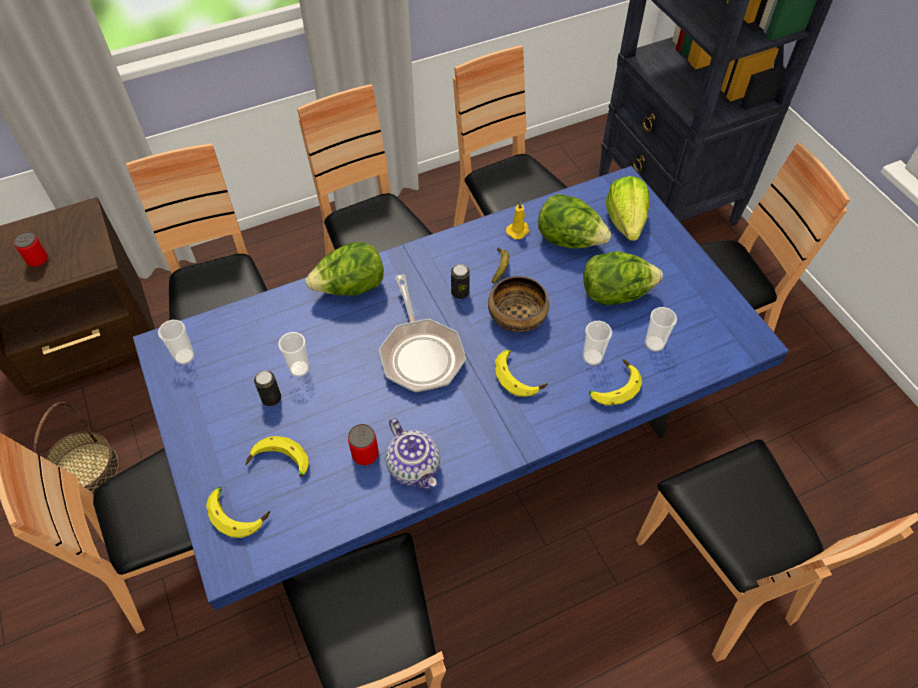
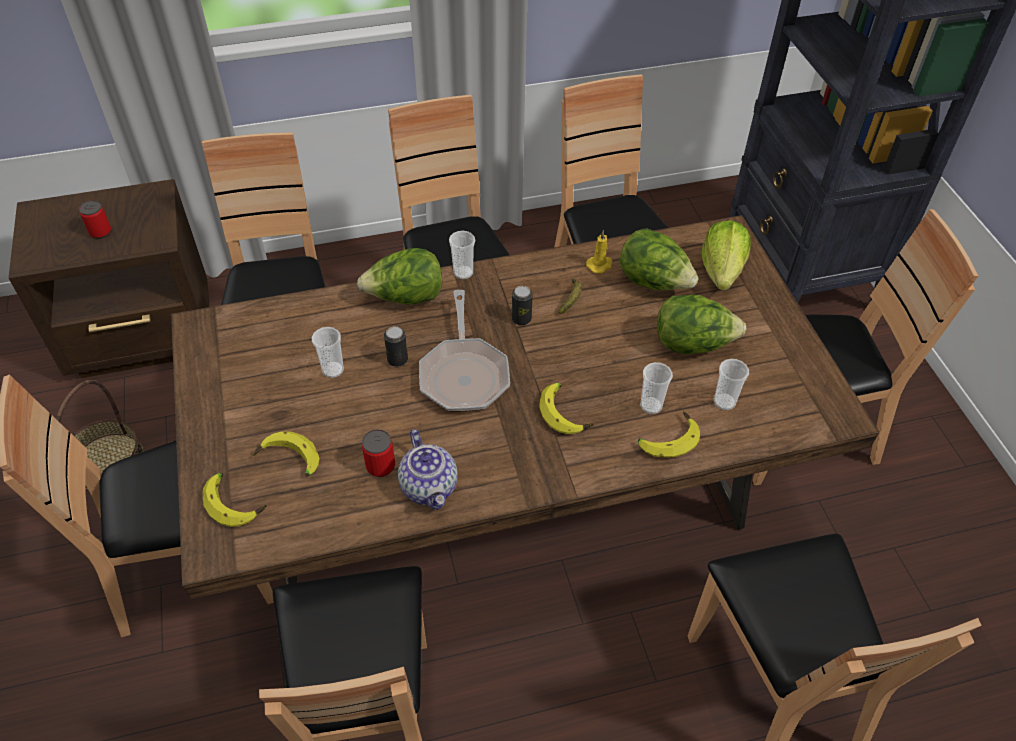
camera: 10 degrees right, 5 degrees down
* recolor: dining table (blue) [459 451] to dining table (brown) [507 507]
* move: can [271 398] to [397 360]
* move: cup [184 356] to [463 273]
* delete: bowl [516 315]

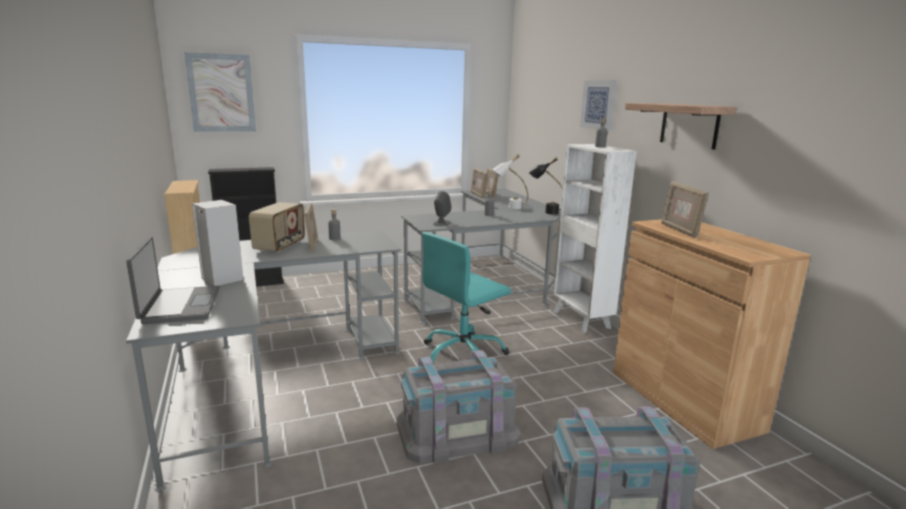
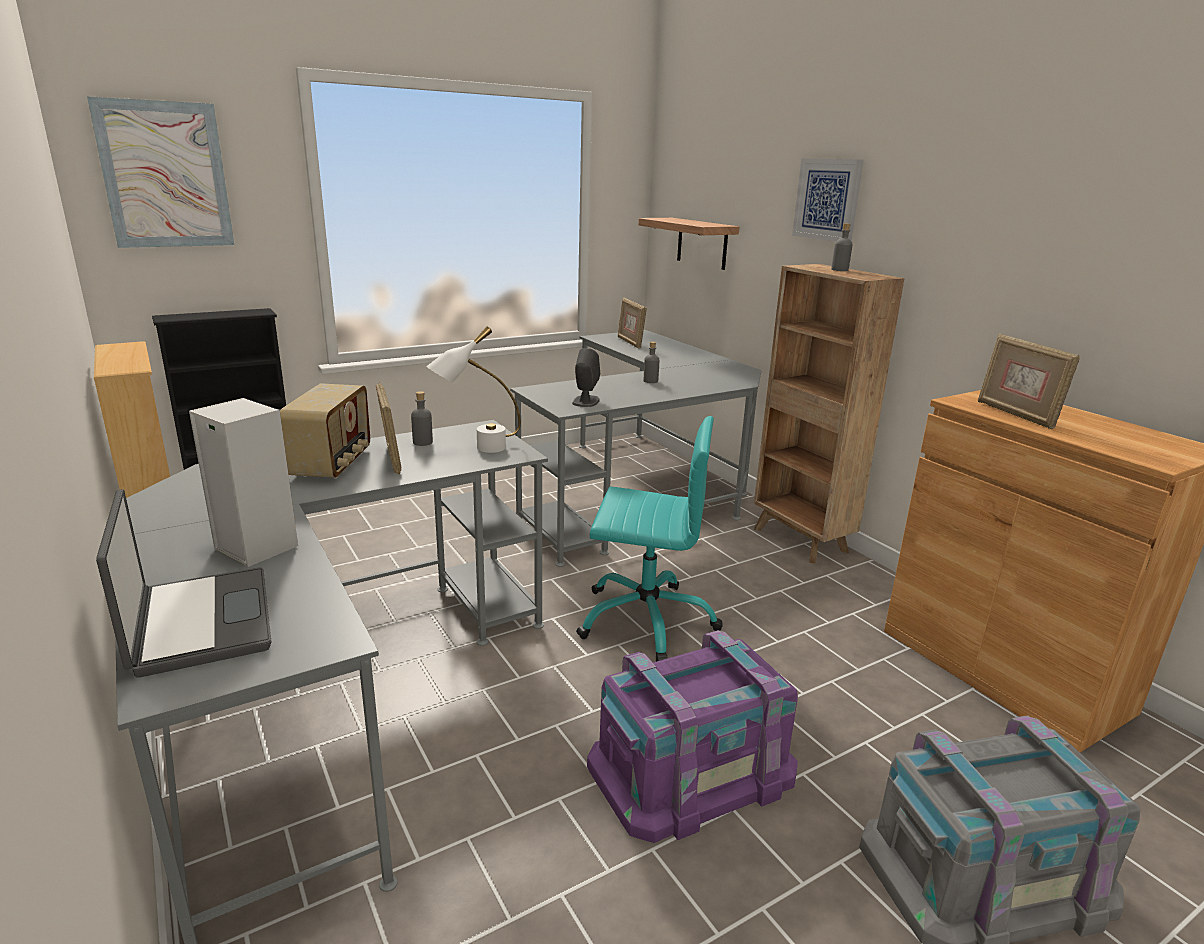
camera: 10 degrees left, 5 degrees up
* move: table lamp (white) [509 208] to [477 449]
* rotate: office chair (turquoise) [463 355] = [646 619] 120 degrees counterclockwise
* recolor: storage box (grey) [457 432] to storage box (purple) [692 770]
* move: shelf [689 125] to [702 243]
* recolor: bookcase (white) [582 320] to bookcase (brown) [801 541]
* delete: picture frame [478 195]
* delete: table lamp (black) [545 212]

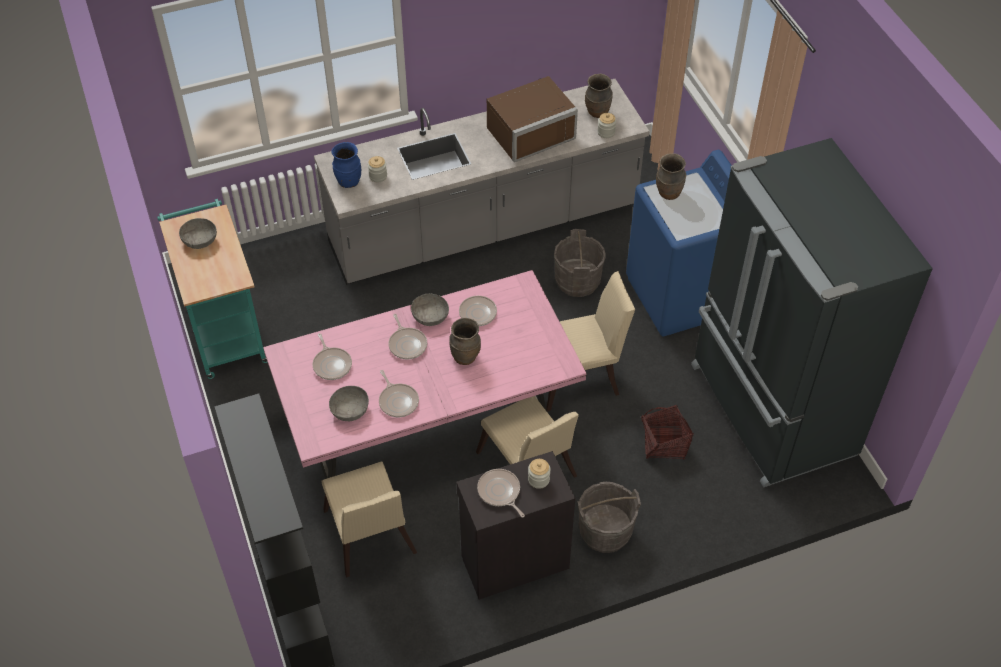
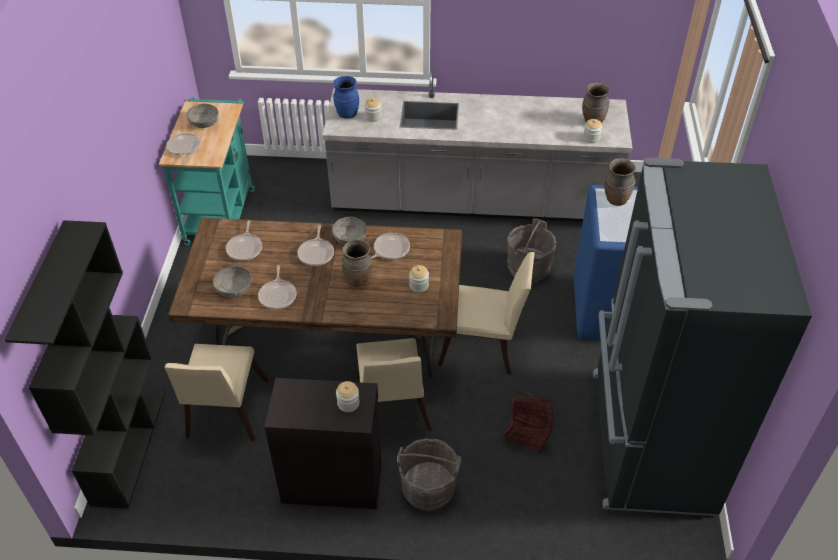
camera: 25 degrees right, 5 degrees down
* move: frying pan [500 492] to [184 148]
* recolor: dining table (pink) [429 426] to dining table (brown) [330 341]
* insert: jar [419 286]
* delete: microwave (brown) [528 131]

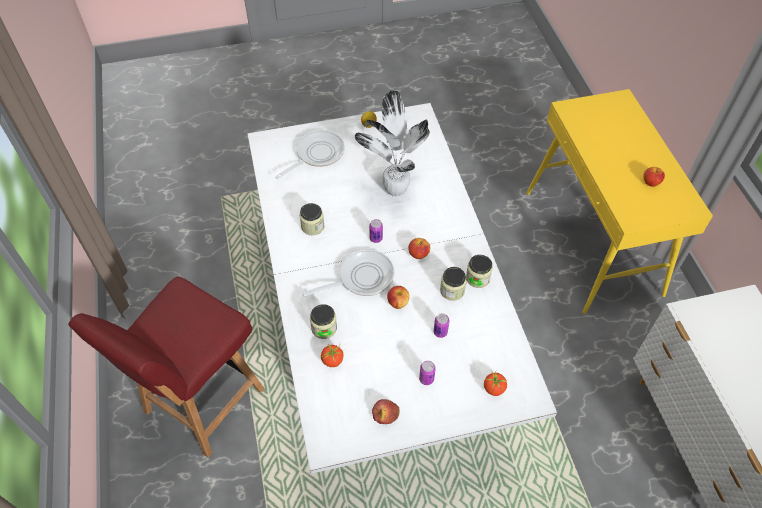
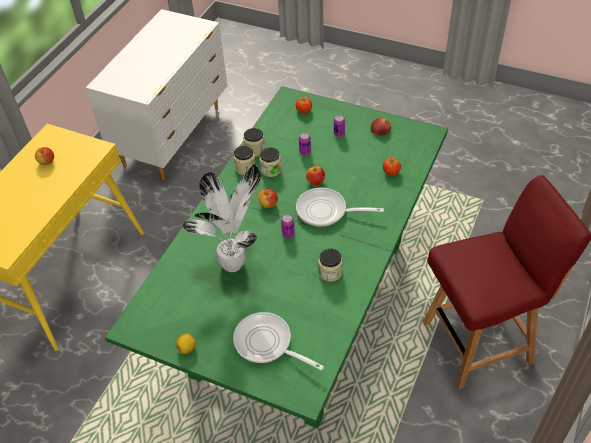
camera: 140 degrees left, 5 degrees down
* recolor: dining table (white) [380 333] to dining table (green) [300 309]
* rotate: frying pan [317 154] = [267 344] 45 degrees clockwise
* move: jar [324 328] to [255 150]

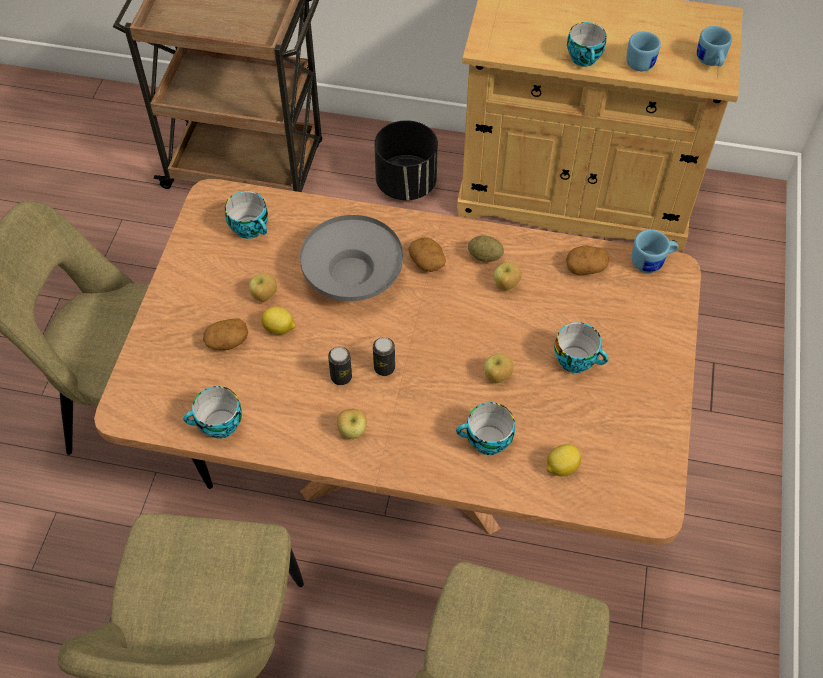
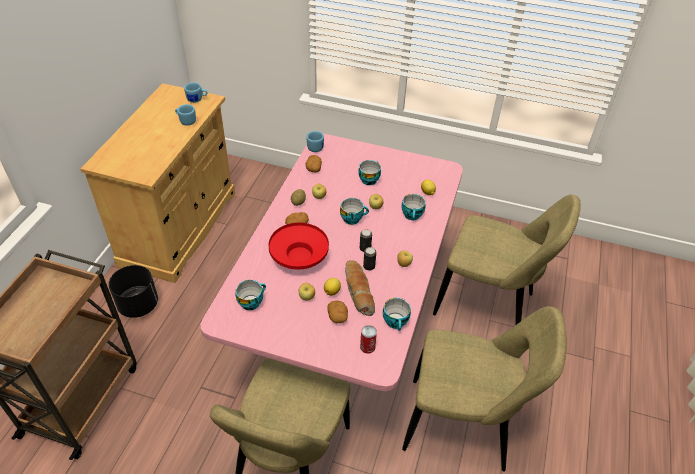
camera: 85 degrees left, 10 degrees down
* recolor: dining table (brown) [411 461] to dining table (pink) [343 323]
* recolor: bowl (grey) [352 275] to bowl (red) [299 256]
* move: cup [585 59] to [352 218]
* insert: bread [358 292]
* insert: can [367 347]

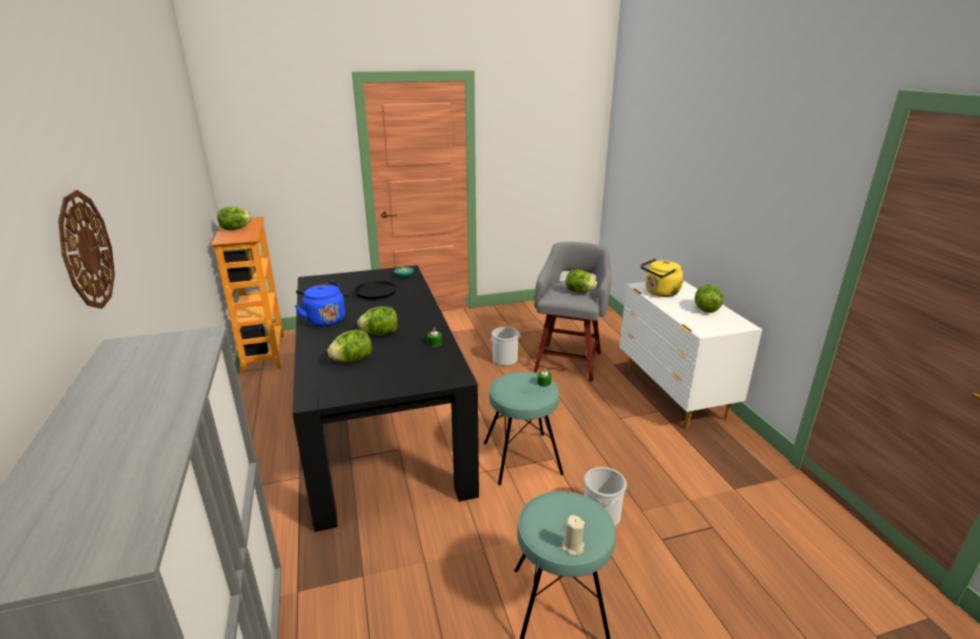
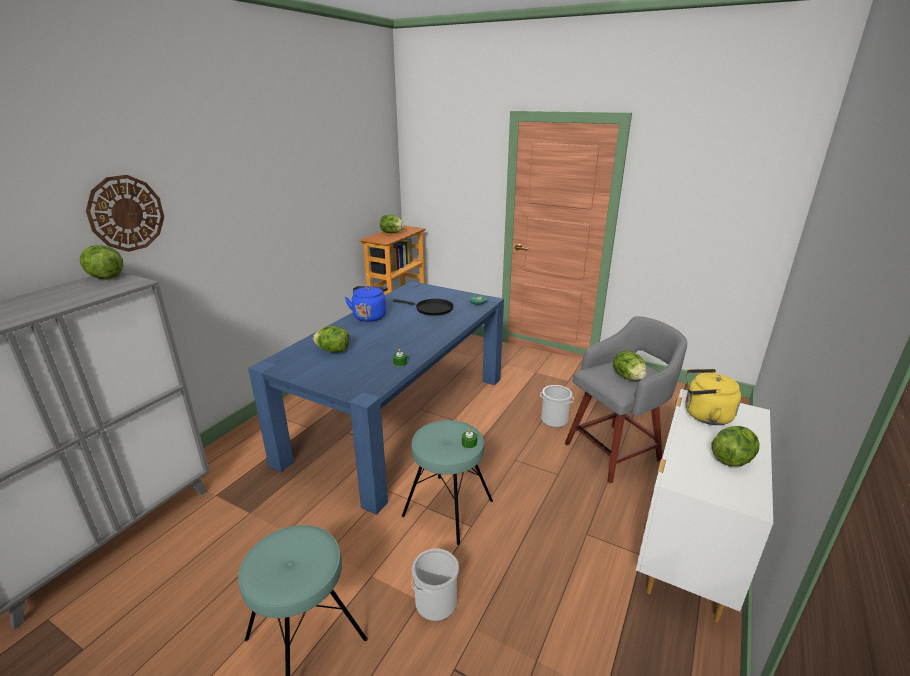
camera: 45 degrees right, 0 degrees up
* move: lettuce [380 334] to [105 277]
* recolor: dining table (black) [381 419] to dining table (blue) [399 417]
* delete: candle (beige) [572 547]

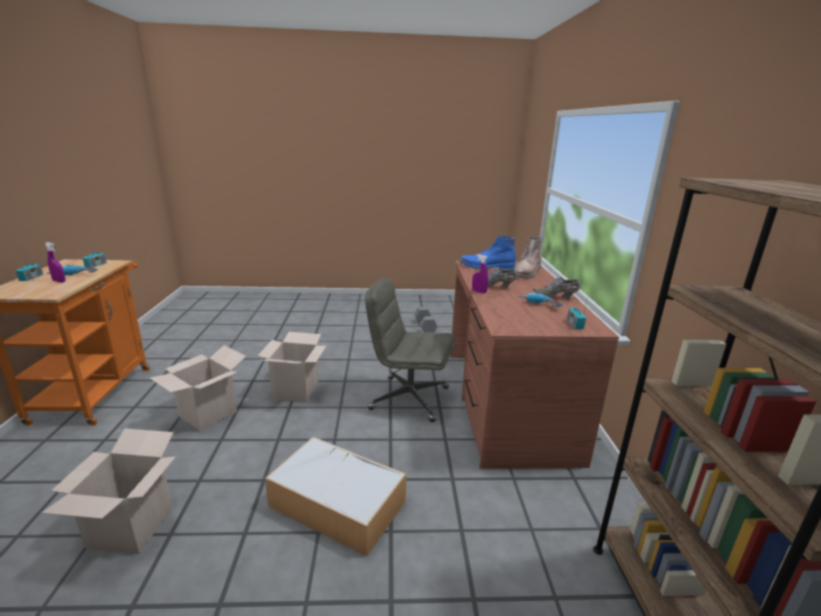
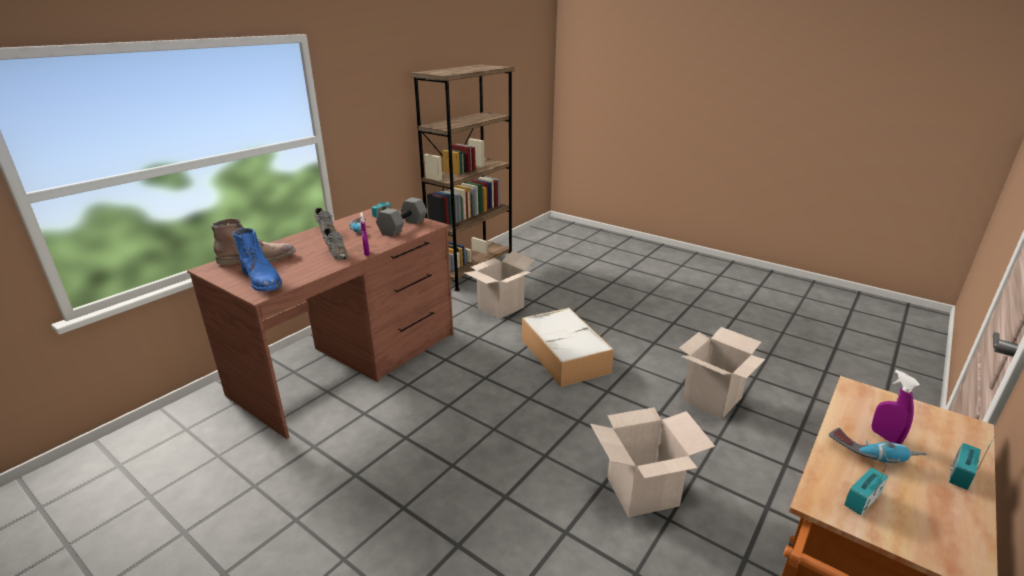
camera: 140 degrees left, 5 degrees up
* move: dumbbell (grey) [424 326] to [403 227]
* move: cardboard box [296 390] to [500 307]
* delete: office chair (grey) [408 398]

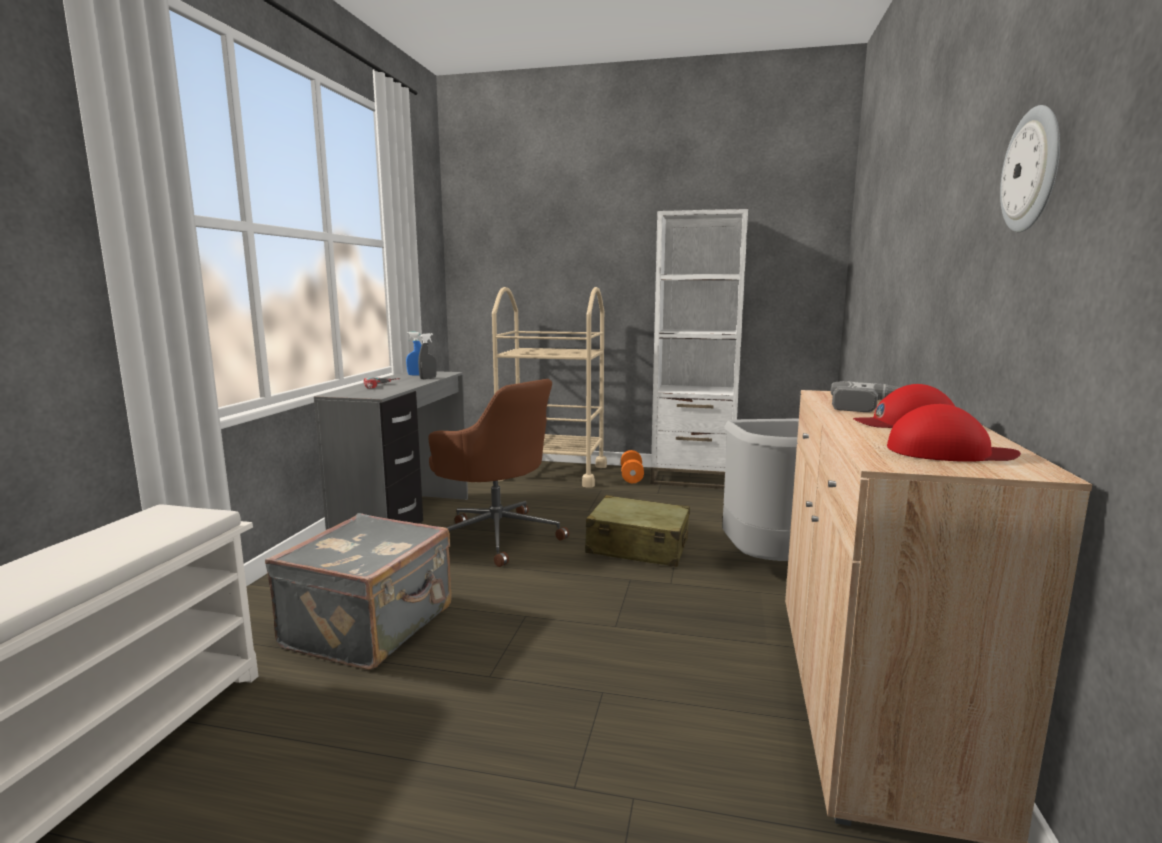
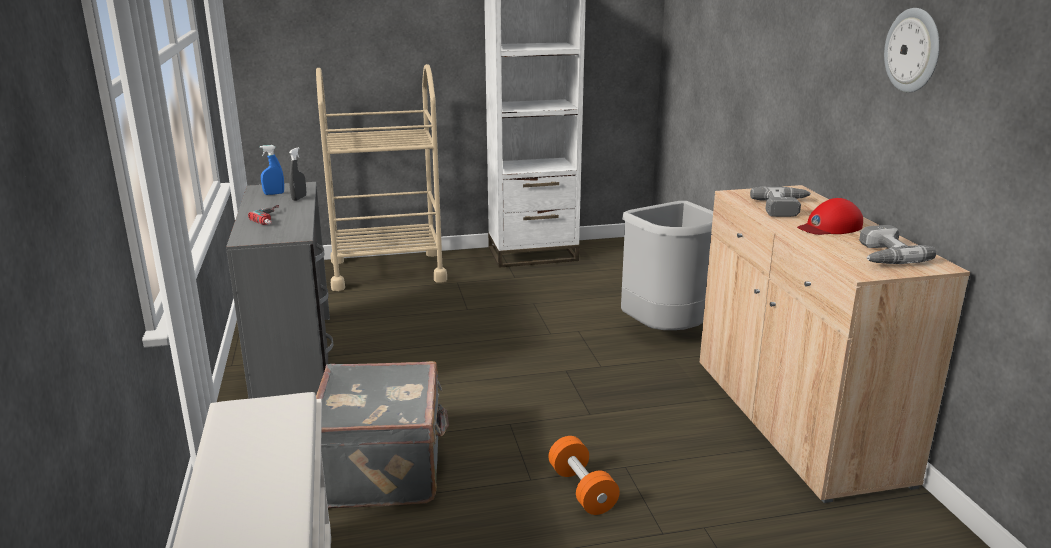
camera: 25 degrees left, 10 degrees up
* move: dumbbell (orange) [631 476] to [582 490]
* replace: cap (red) [948 452] to power drill [882 255]
* delete: office chair (brown) [497 536]
* delete: suitcase (beige) [638 547]

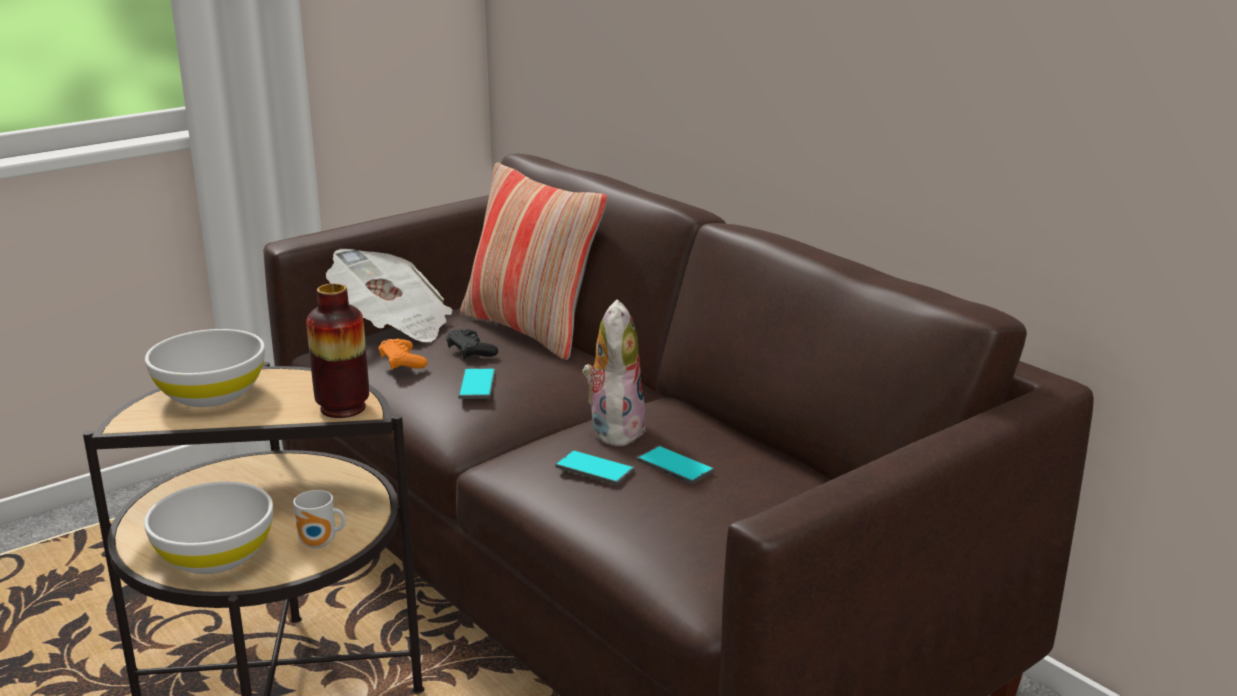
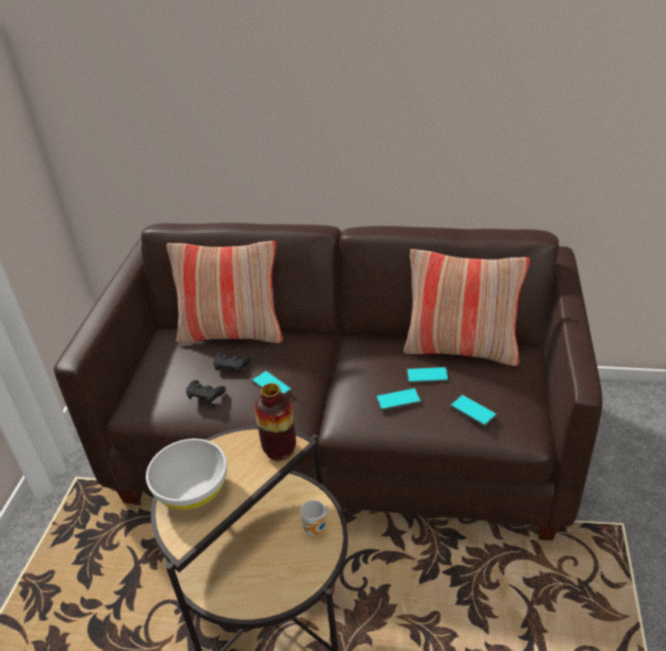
camera: 40 degrees left, 15 degrees up
* recolor: game controller (orange) [402 361] to game controller (black) [205 394]
* insert: pillow [461 349]
* insert: phone [472 410]
* delete: bowl (white) [216 556]
* delete: newspaper [393 325]
* delete: plush toy [614 429]

